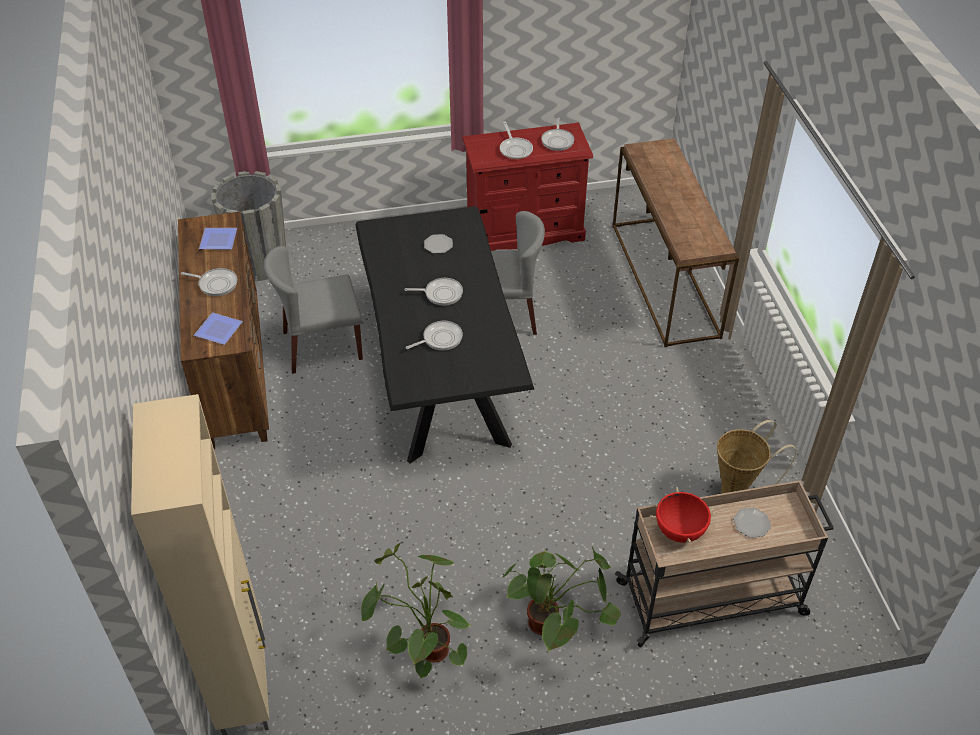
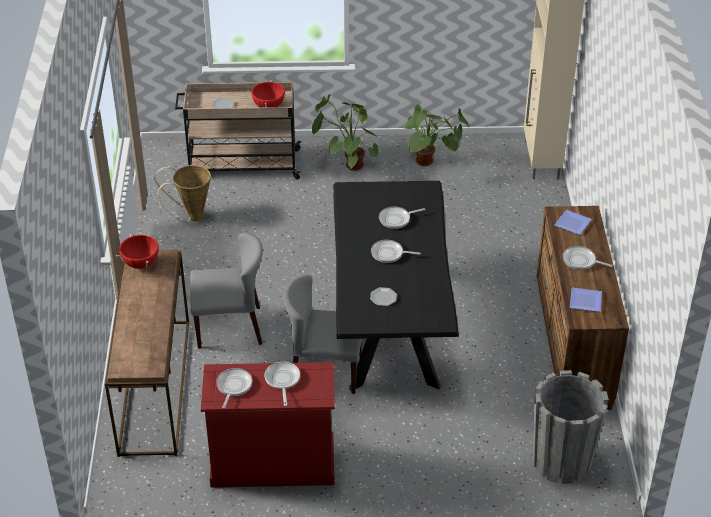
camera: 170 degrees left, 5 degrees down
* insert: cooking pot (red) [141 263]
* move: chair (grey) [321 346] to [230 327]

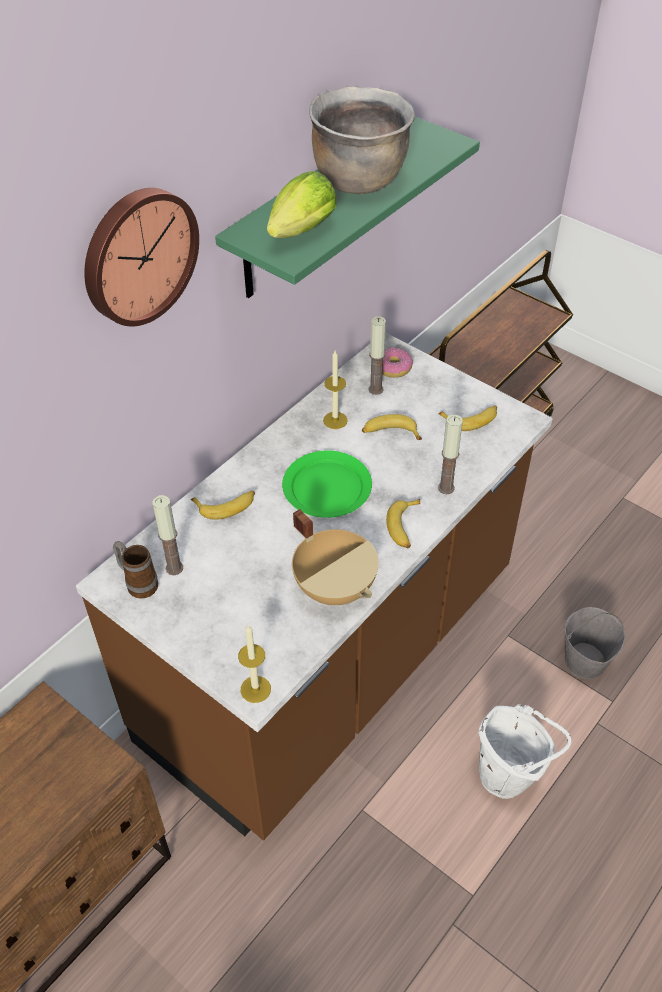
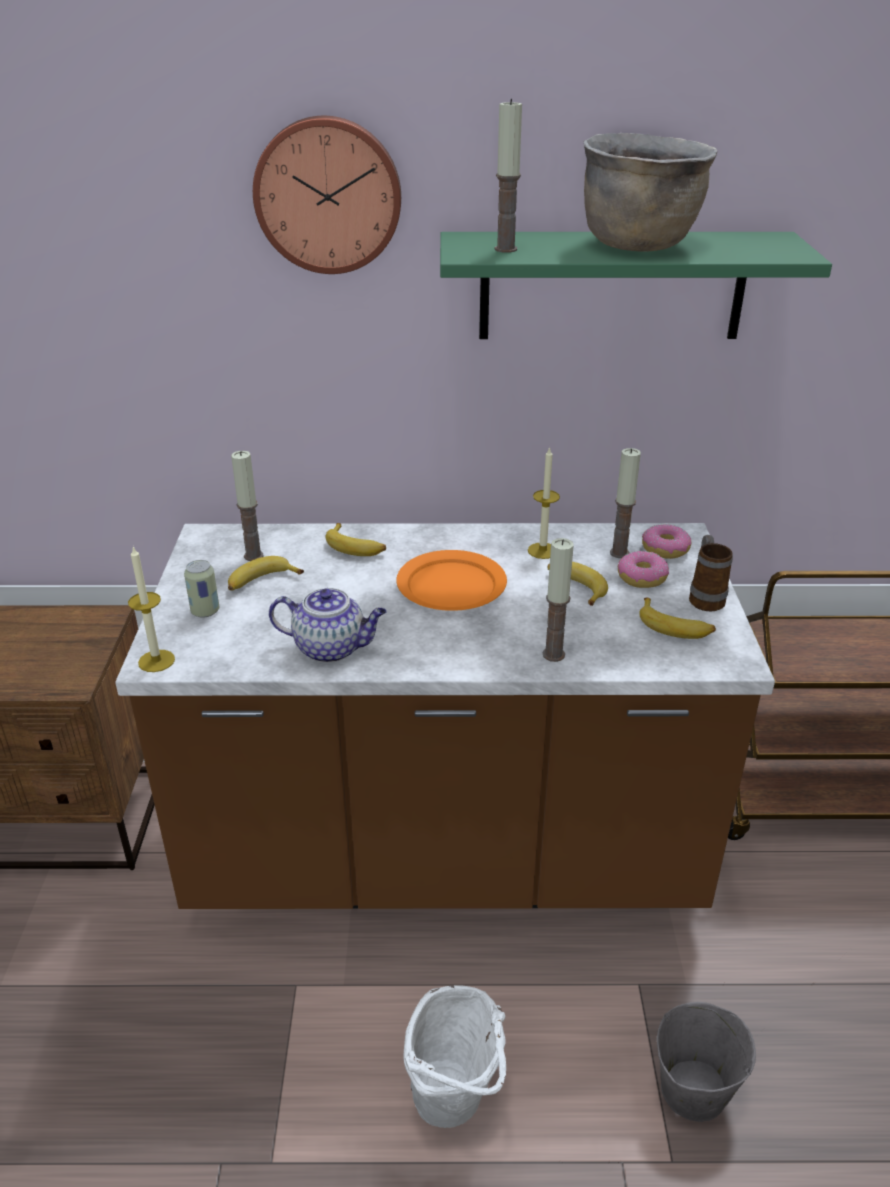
camera: 50 degrees right, 15 degrees down
* insert: can [205 611]
* move: banana [405 527] to [261 582]
* replace: cooking pot (beige) [336 587] to teapot [331 648]
* recolor: plate (green) [326 487] to plate (orange) [451 585]
* replace: lettuce [299 233] to candle [505 249]
* insert: donut [641 577]
* move: mug [138 583] to [705 597]

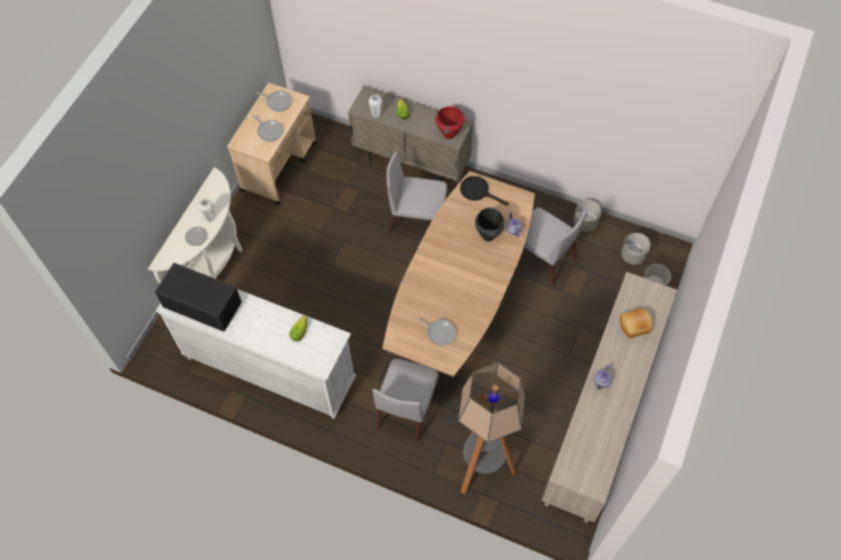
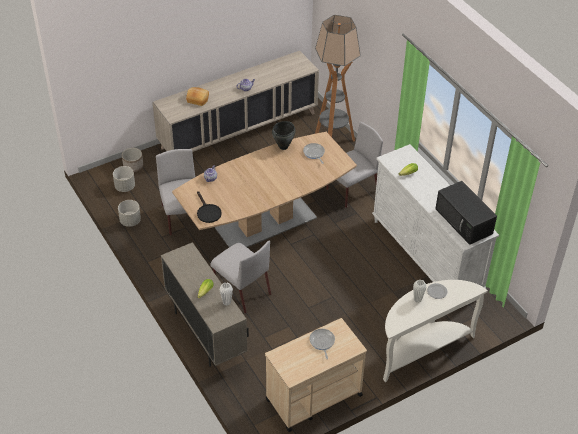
camera: 145 degrees left, 15 degrees down
* move: cooking pot (black) [488 236] to [283 146]
* delete: frying pan [277 102]
* delete: cooking pot (red) [449 134]

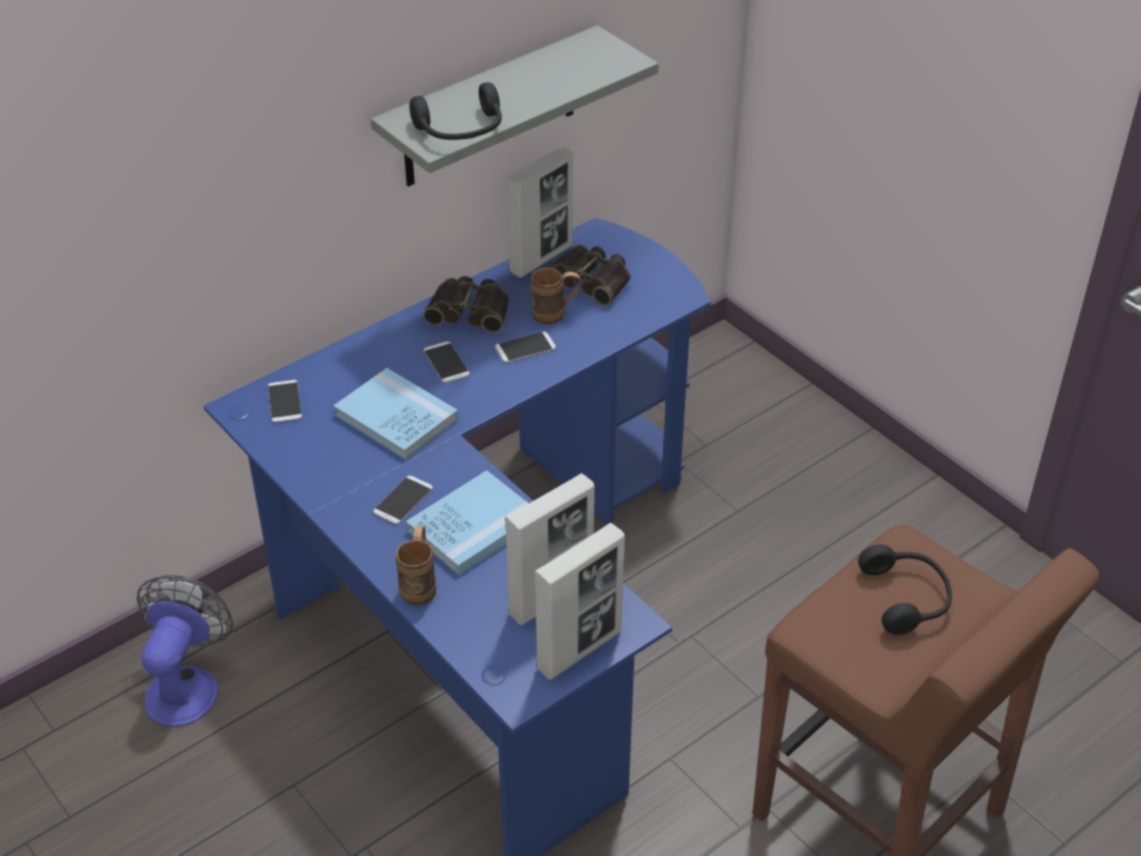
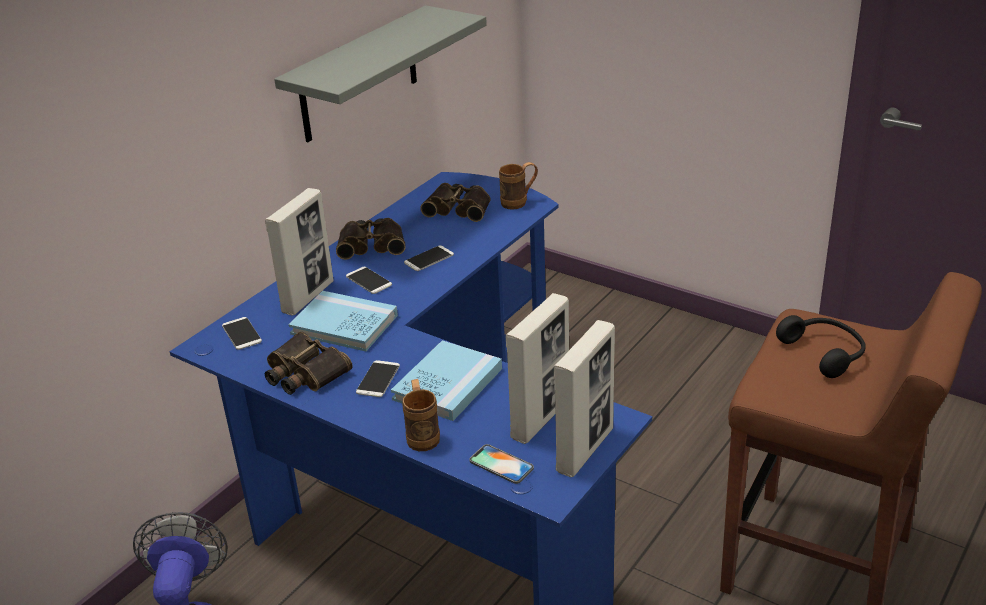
camera: 15 degrees left, 10 degrees down
* move: picture frame [541 258] to [308 297]
* insert: binoculars [304 373]
* insert: phone [501 464]
* move: mug (brown) [556 315] to [519 202]
* delete: headphones (black) [461 130]

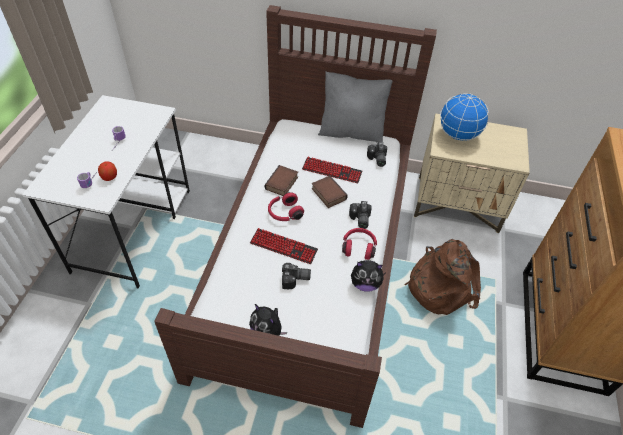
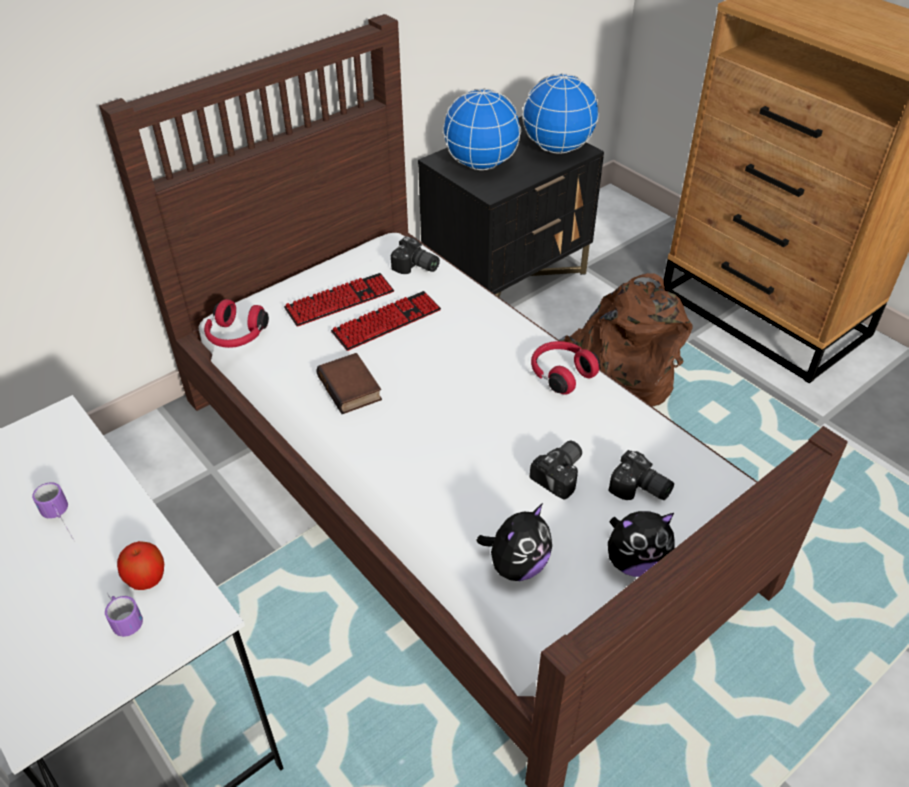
camera: 50 degrees left, 5 degrees down
* move: headphones (red) [284 213] to [236 336]
* move: keyboard [283 247] to [340 301]
* recolor: nightstand (beige) [458 204] to nightstand (black) [506 278]
* move: plush toy [365 284] to [516 565]
* insert: globe [558 148]
* move: photo camera [359 220] to [639 490]
* delete: book [327 194]
* delete: pillow (grey) [351 132]

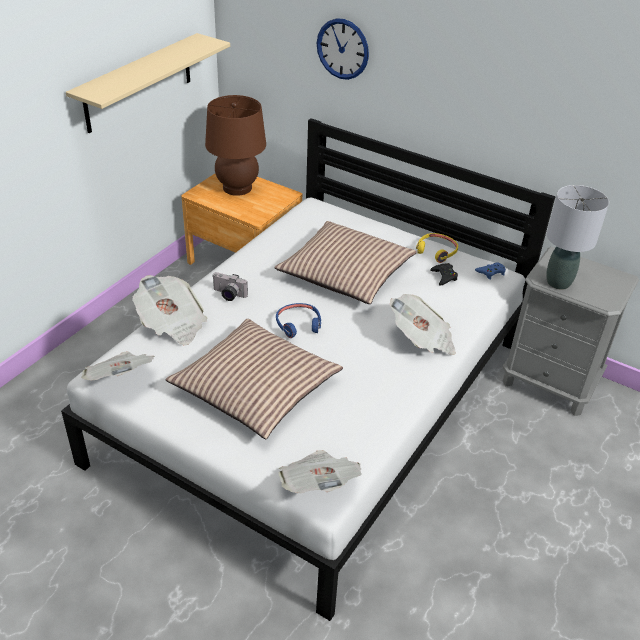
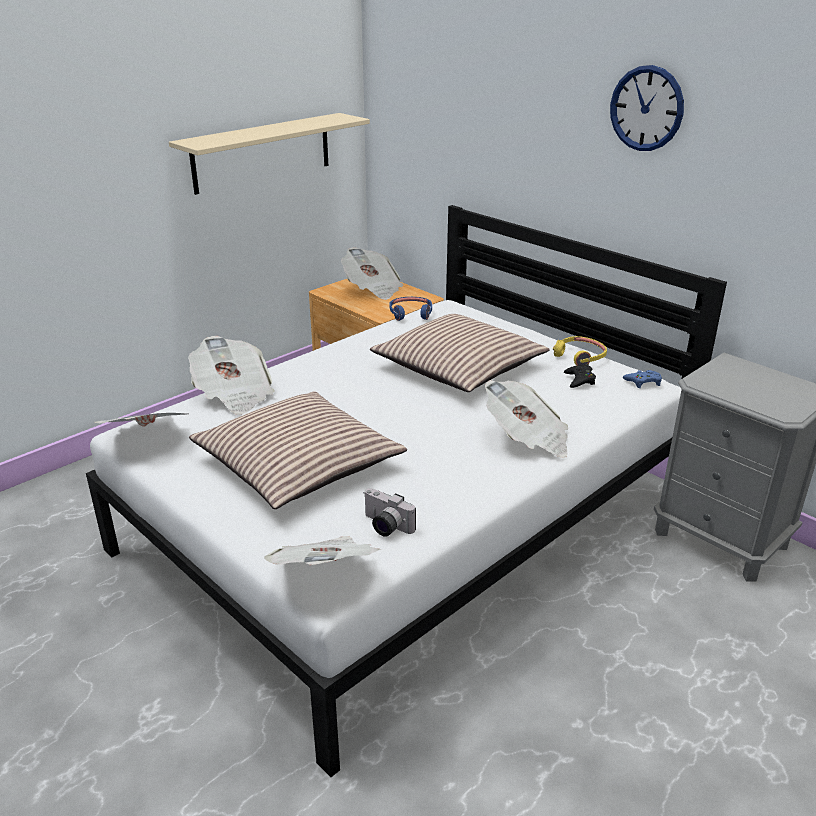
camera: 15 degrees right, 10 degrees down
* replace: table lamp (brown) [237 188] to newspaper [372 289]
* move: photo camera [228 295] to [384 526]
* move: headphones (blue) [298 324] to [411 313]
* move: wall clock [342 49] to [646 108]
* delete: table lamp (grey) [557 282]

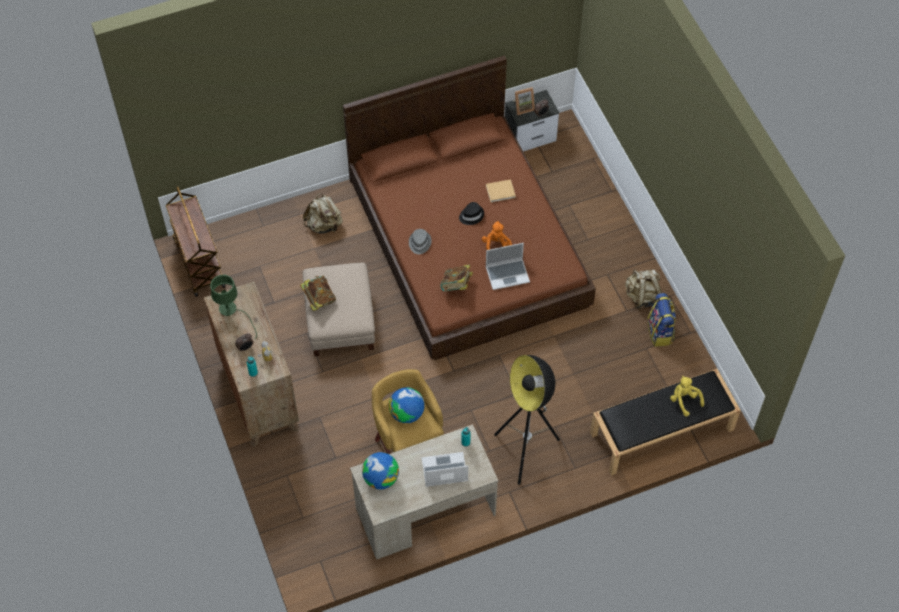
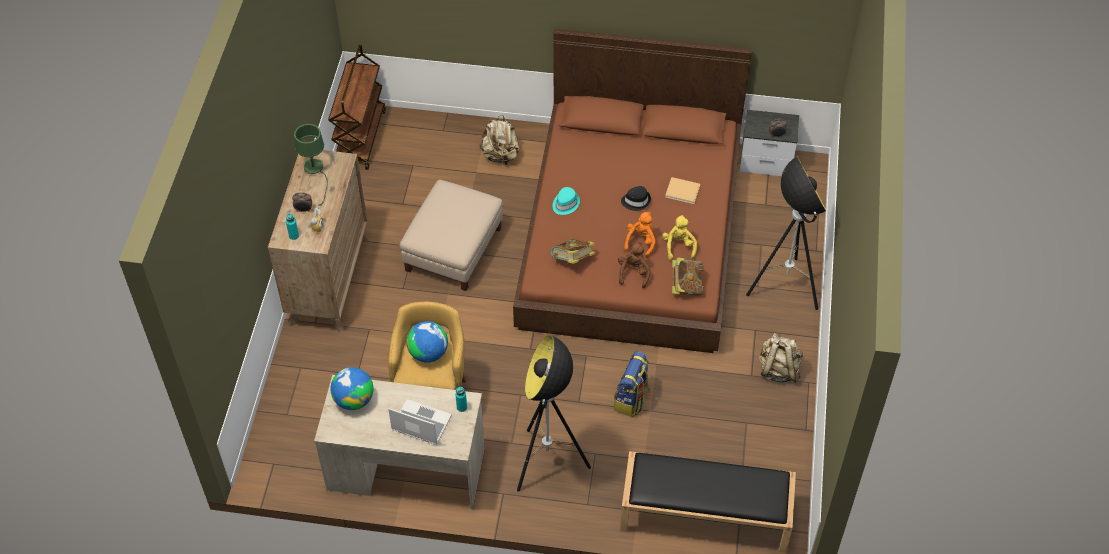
camera: 30 degrees right, 5 degrees down
* recolor: hat (grey) [419 243] to hat (turquoise) [565 203]
* move: backpack [660 332] to [631 400]
* replace: laptop [507 274] to plush toy (brown) [633 273]
* move: plush toy (yellow) [684 400] to [678 246]
* move: book [319 299] to [686 286]
* insert: floor lamp [784 288]
* delete: picture frame [523 107]

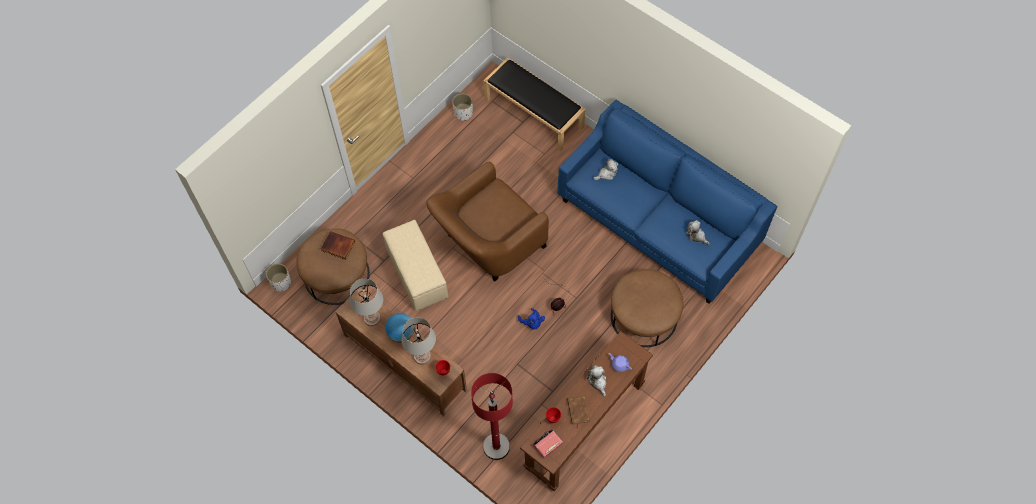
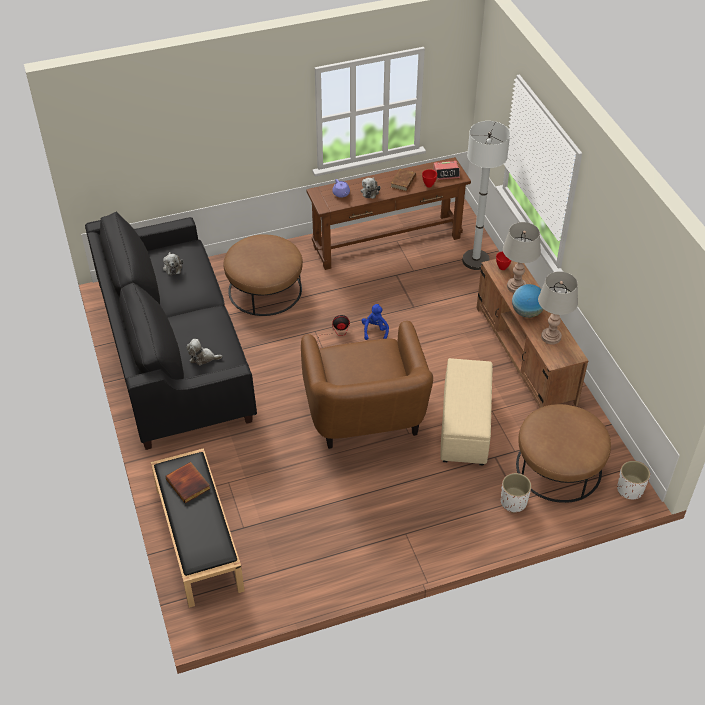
camera: 150 degrees left, 15 degrees down
* recolor: sofa (blue) [658 222] to sofa (black) [175 355]
* move: book [337 247] to [189 483]
* rotate: armchair (brown) [488 244] = [366 419] 90 degrees clockwise
* recolor: floor lamp (red) [496 446] to floor lamp (white) [475 260]
* move: planter (white) [463 113] to [513 502]

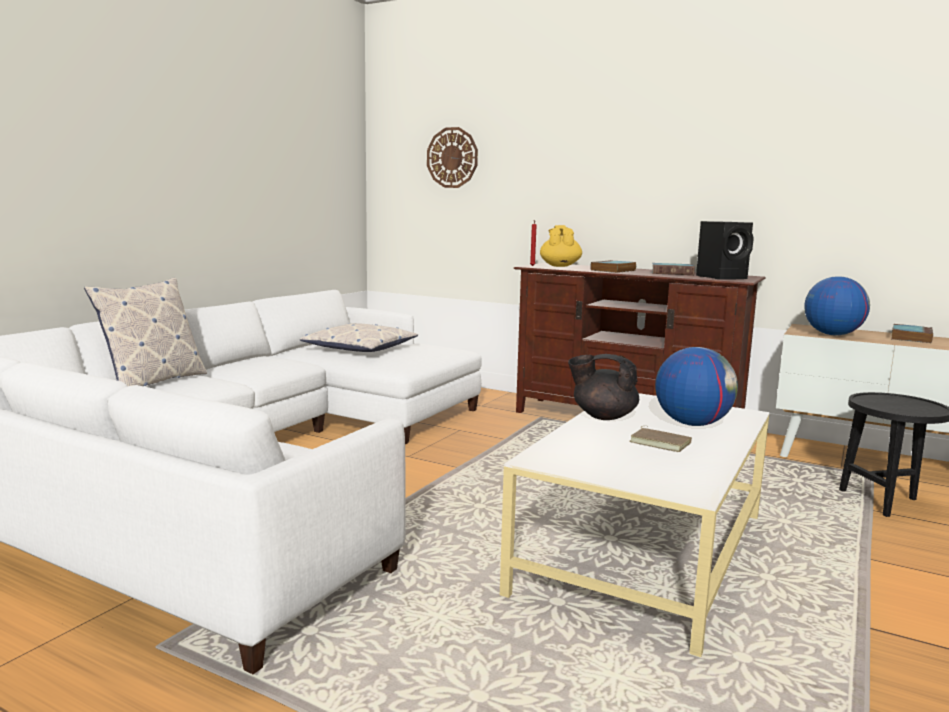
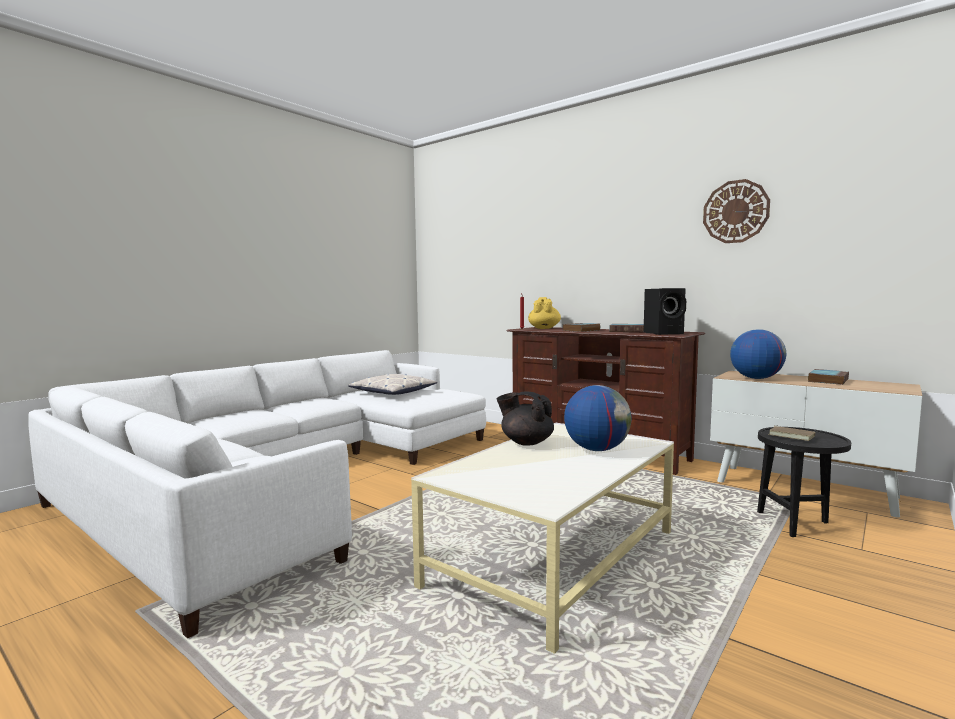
camera: 10 degrees right, 5 degrees down
* move: wall clock [452 157] to [735 211]
* move: book (brown) [661 442] to [792 435]
* delete: pillow [153 382]

